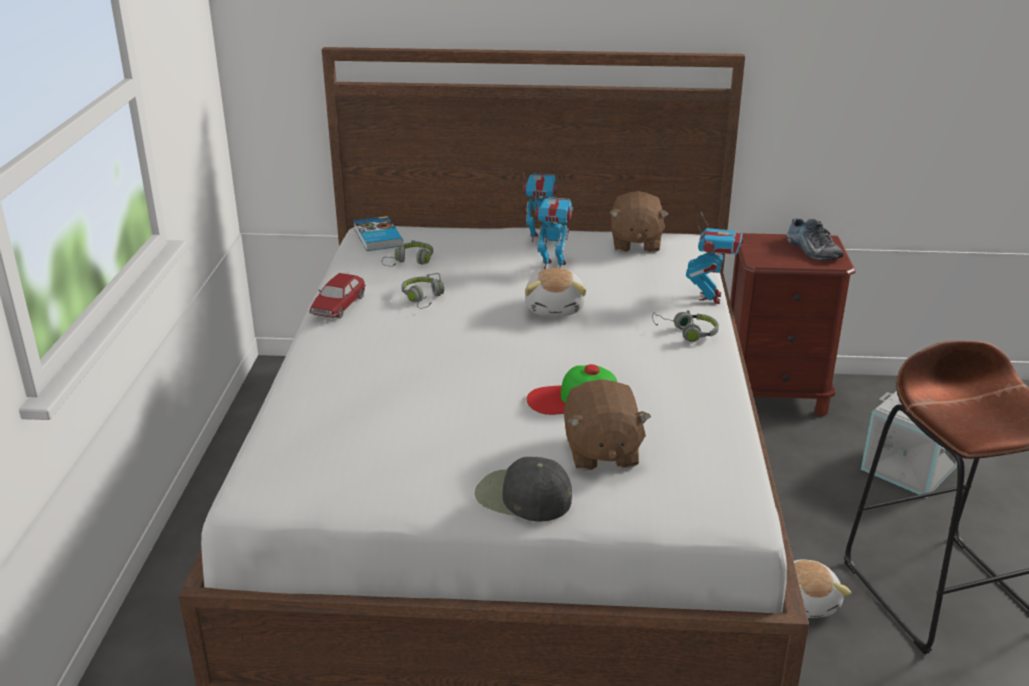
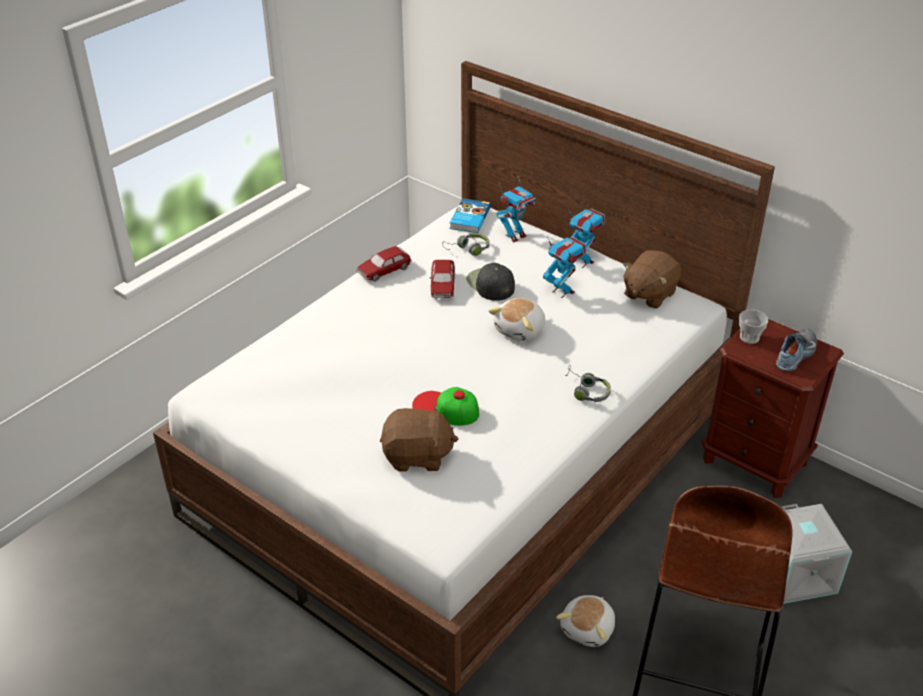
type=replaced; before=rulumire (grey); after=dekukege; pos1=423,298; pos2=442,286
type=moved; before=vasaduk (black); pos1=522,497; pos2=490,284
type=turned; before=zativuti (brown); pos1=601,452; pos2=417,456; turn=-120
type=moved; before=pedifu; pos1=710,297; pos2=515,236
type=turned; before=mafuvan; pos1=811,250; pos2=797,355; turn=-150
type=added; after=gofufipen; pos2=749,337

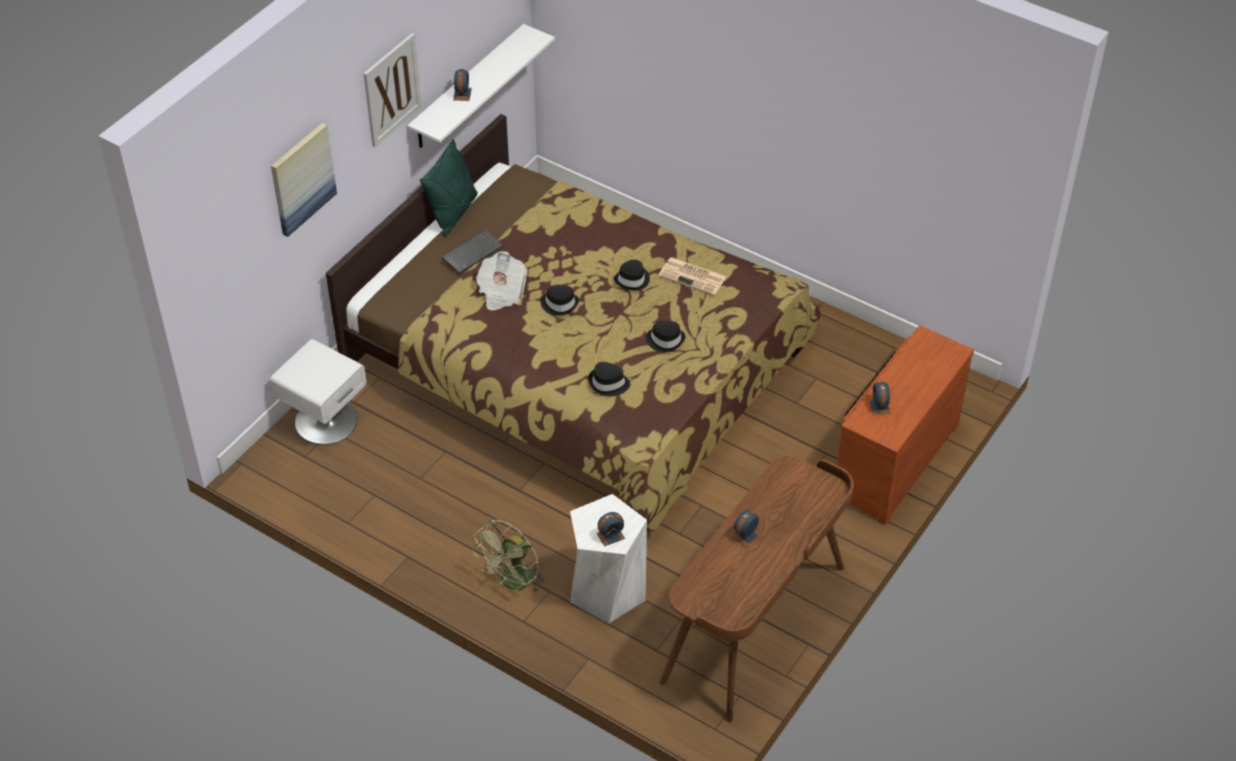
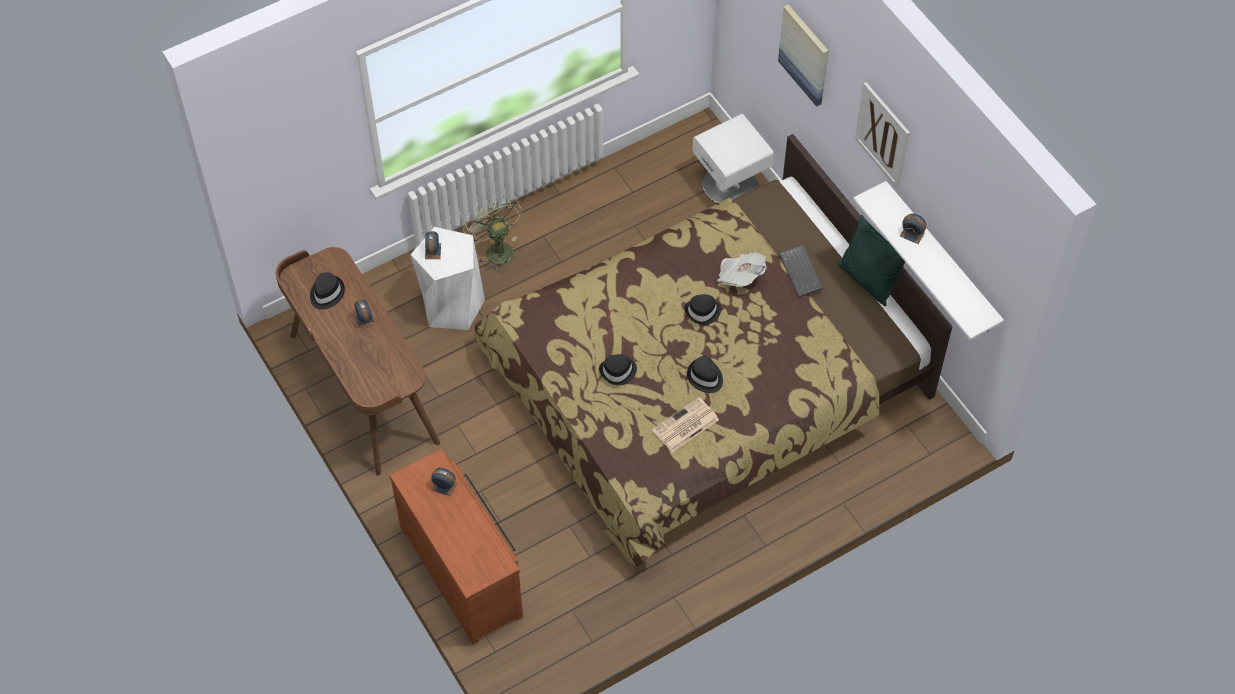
type=moved; before=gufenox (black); pos1=608,384; pos2=326,293

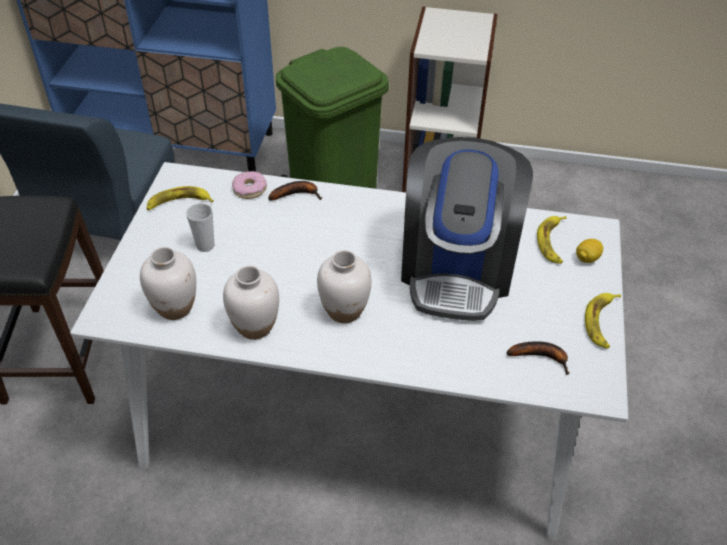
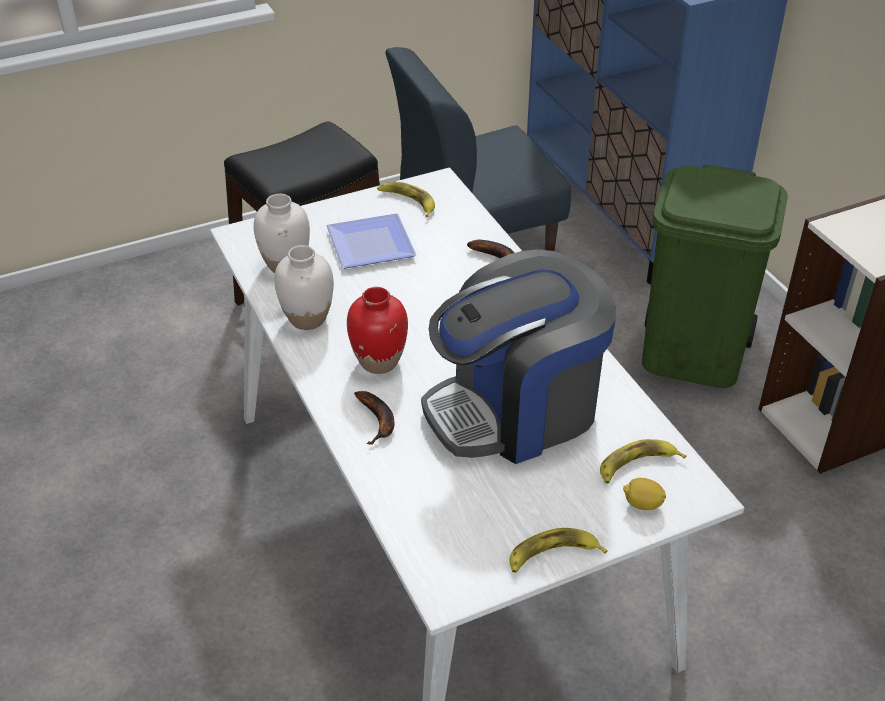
type=replaced; before=gofufipen; after=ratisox; pos1=205,246; pos2=372,242
type=removed; before=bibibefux; pos1=250,189
type=recoloured; before=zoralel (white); after=zoralel (red); pos1=344,311; pos2=379,361
type=moved; before=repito; pos1=541,357; pos2=378,421

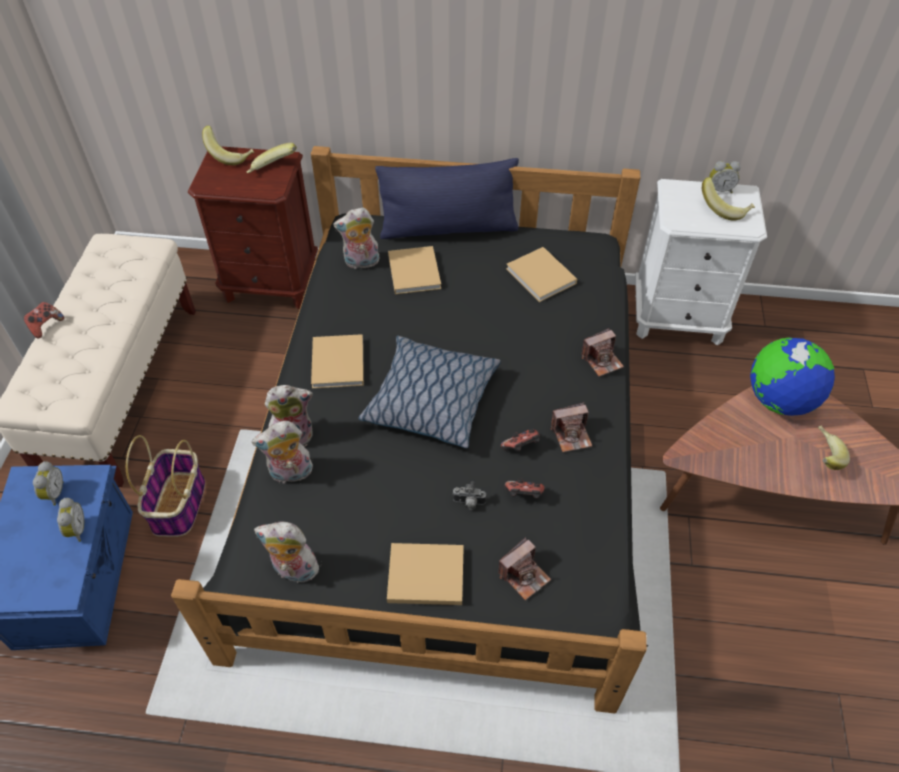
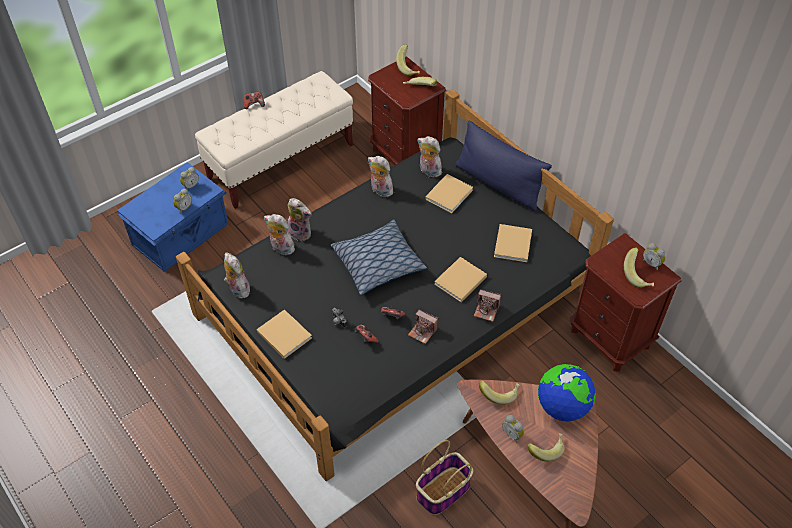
type=moved; before=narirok; pos1=179,505; pos2=443,492
type=moved; before=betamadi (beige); pos1=338,365; pos2=459,281
type=removed; before=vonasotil; pos1=524,575
type=recoloured; before=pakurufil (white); after=pakurufil (brown); pos1=678,318; pos2=609,338
type=added; after=zativuti; pos2=380,190
type=added; after=repito; pos2=499,393
type=added; after=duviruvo; pos2=512,434

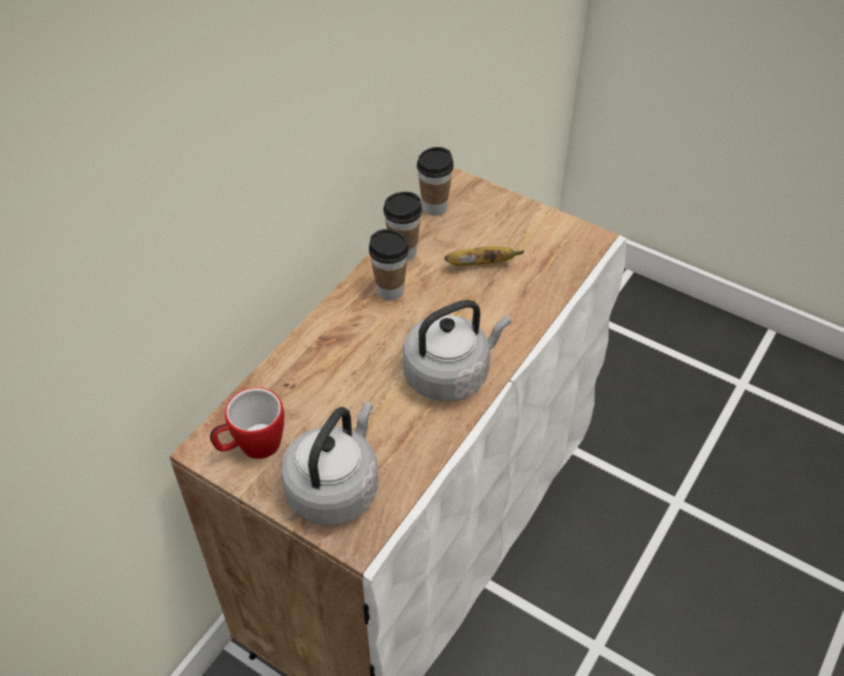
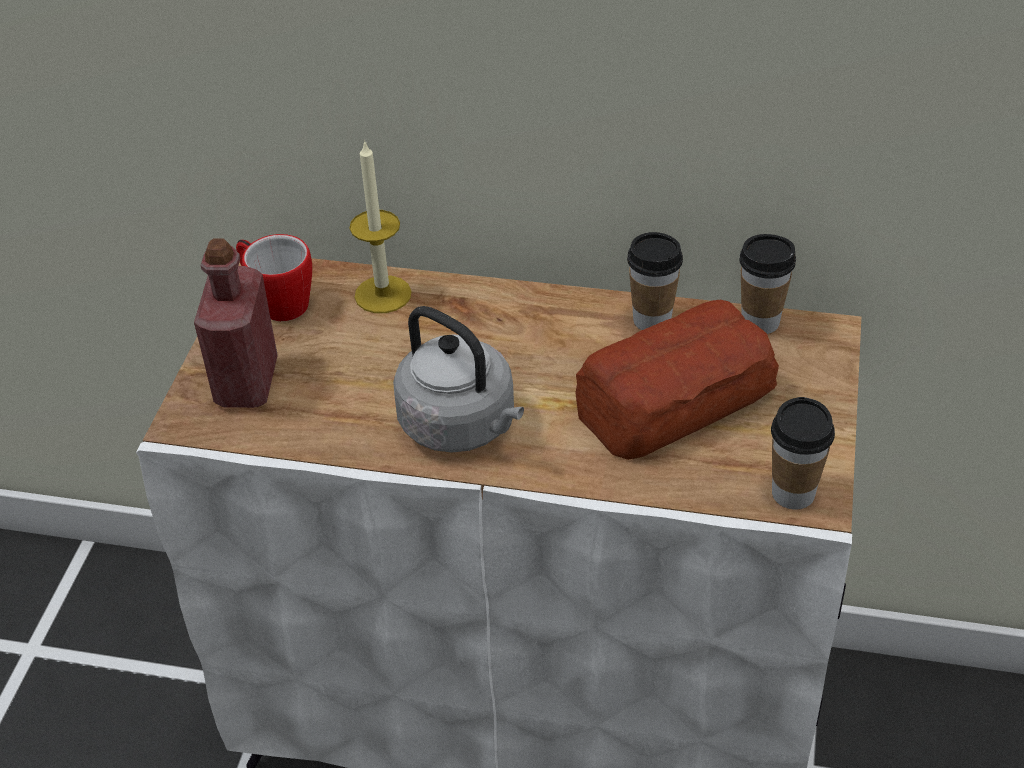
type=replaced; before=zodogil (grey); after=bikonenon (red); pos1=335,487; pos2=247,382
type=moved; before=gofufipen; pos1=390,290; pos2=793,493
type=replaced; before=repito; after=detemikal; pos1=481,264; pos2=678,399
type=added; after=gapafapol; pos2=383,294

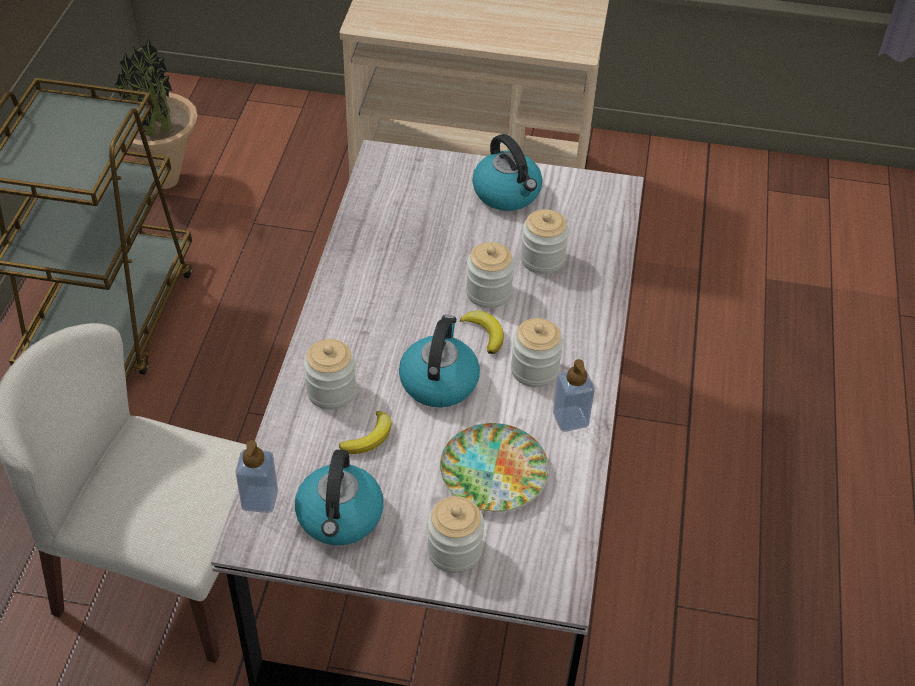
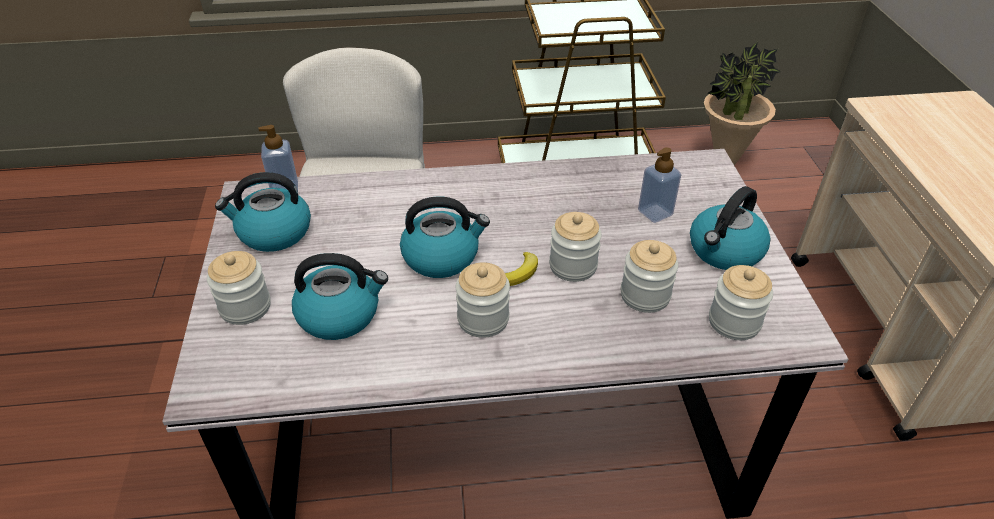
type=moved; before=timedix; pos1=331,391; pos2=734,322
type=removed; before=repito; pos1=369,437
type=replaced; before=ratisox; after=zodogil; pos1=492,473; pos2=340,314
type=moved; before=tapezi; pos1=570,419; pos2=655,212

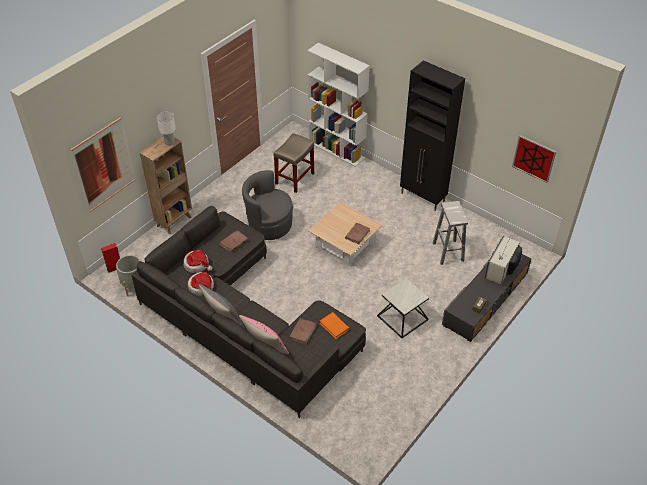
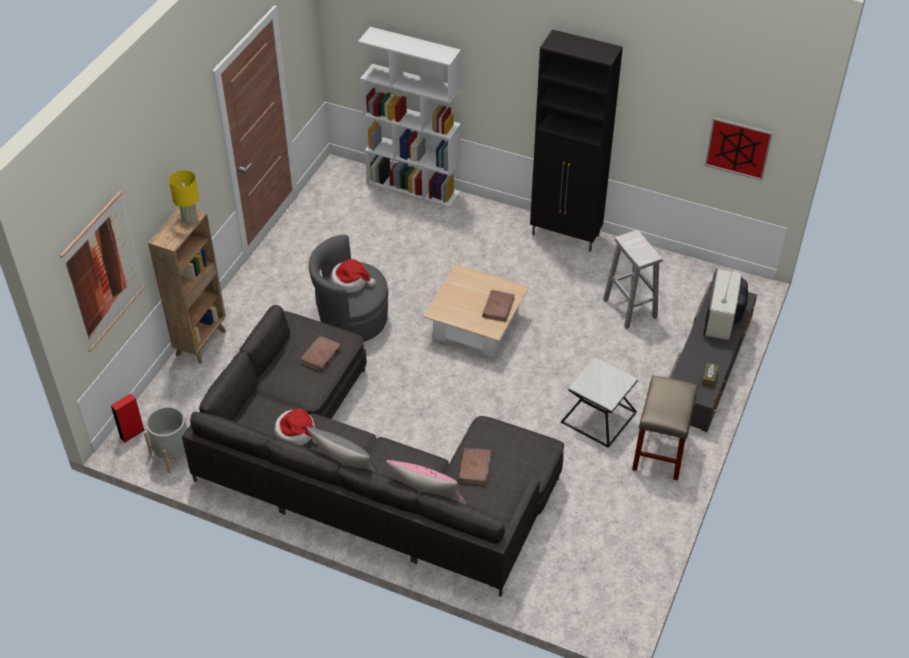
type=recoloured; before=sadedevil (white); after=sadedevil (yellow); pos1=169,142; pos2=190,218
type=moved; before=gufenox; pos1=197,265; pos2=350,281
type=moved; before=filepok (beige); pos1=295,178; pos2=660,450
type=removed; before=betamadi (orange); pos1=334,326

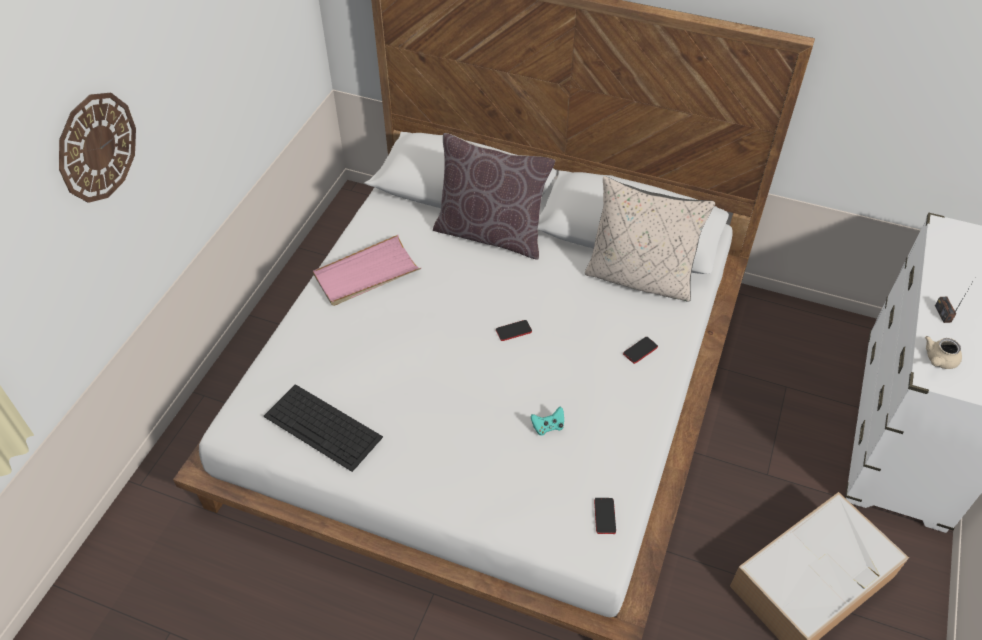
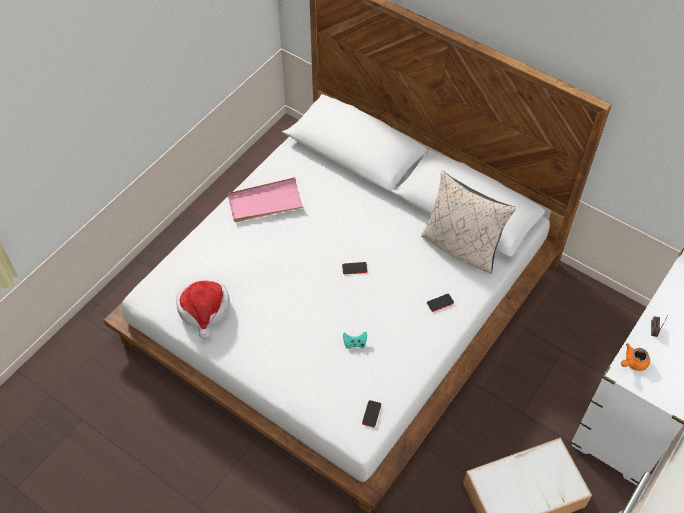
type=removed; before=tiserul; pos1=97,147
type=replaced; before=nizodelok; after=gufenox; pos1=324,427; pos2=204,309
type=removed; before=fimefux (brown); pos1=491,233
type=recoloured; before=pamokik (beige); after=pamokik (orange); pos1=938,360; pos2=633,362

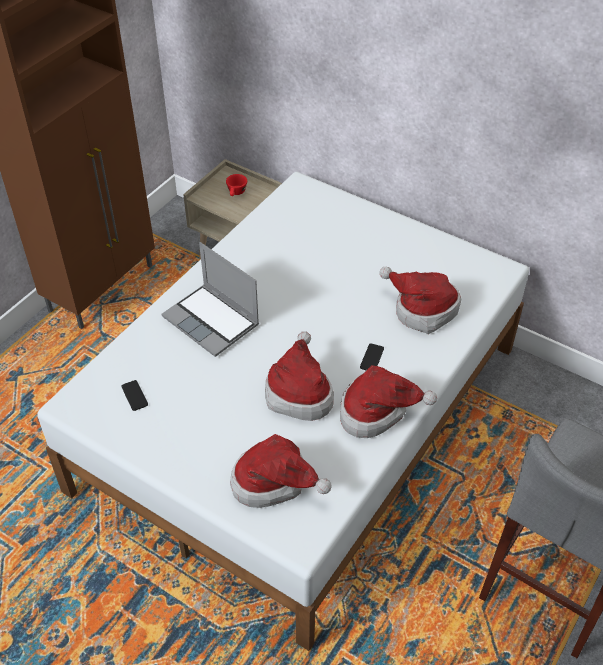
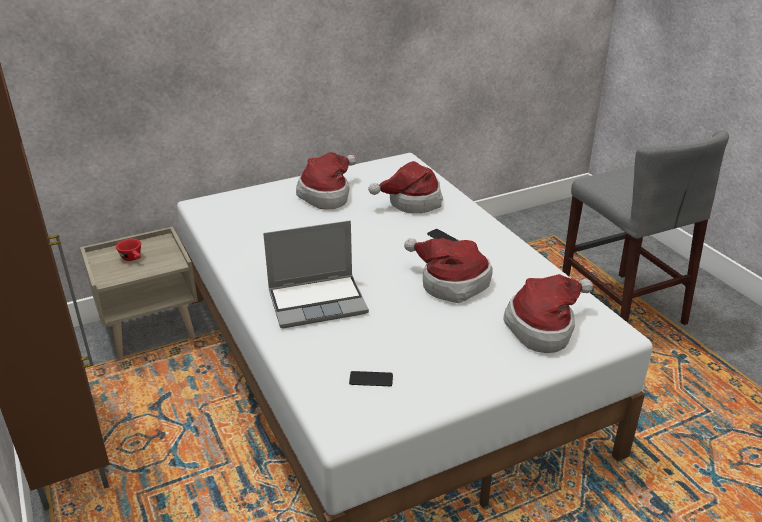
type=moved; before=gufenox; pos1=377,412; pos2=327,194

